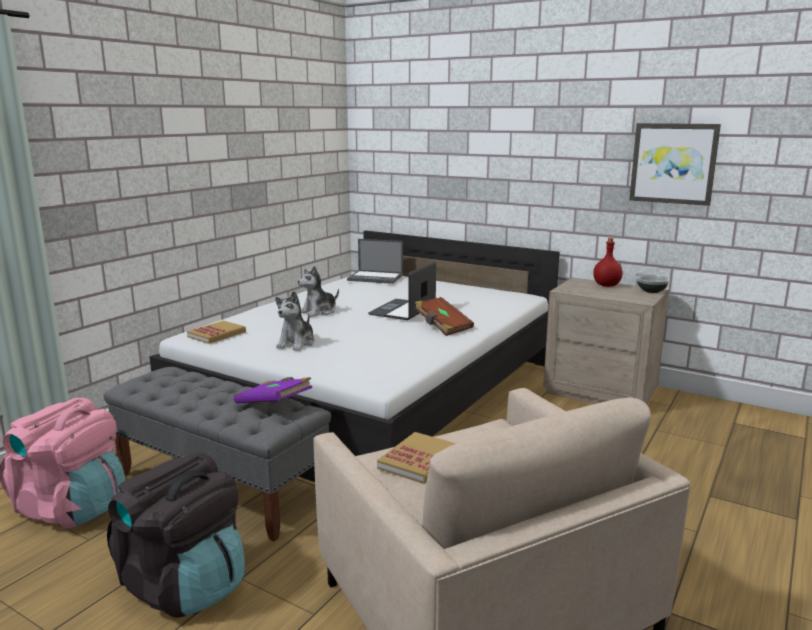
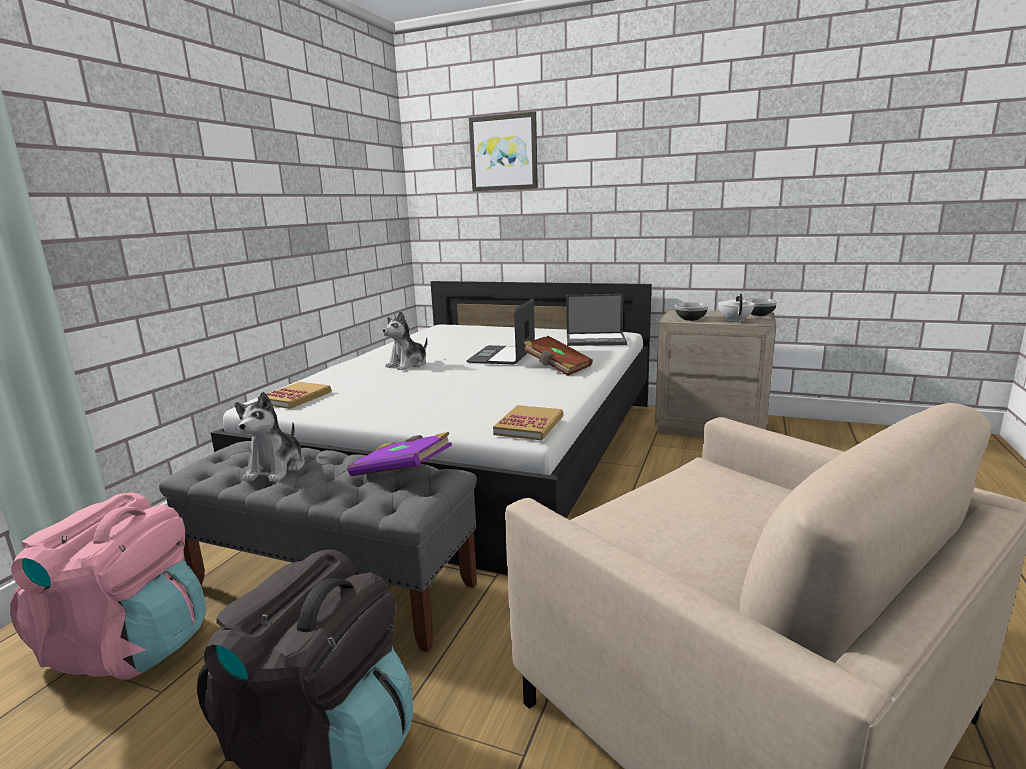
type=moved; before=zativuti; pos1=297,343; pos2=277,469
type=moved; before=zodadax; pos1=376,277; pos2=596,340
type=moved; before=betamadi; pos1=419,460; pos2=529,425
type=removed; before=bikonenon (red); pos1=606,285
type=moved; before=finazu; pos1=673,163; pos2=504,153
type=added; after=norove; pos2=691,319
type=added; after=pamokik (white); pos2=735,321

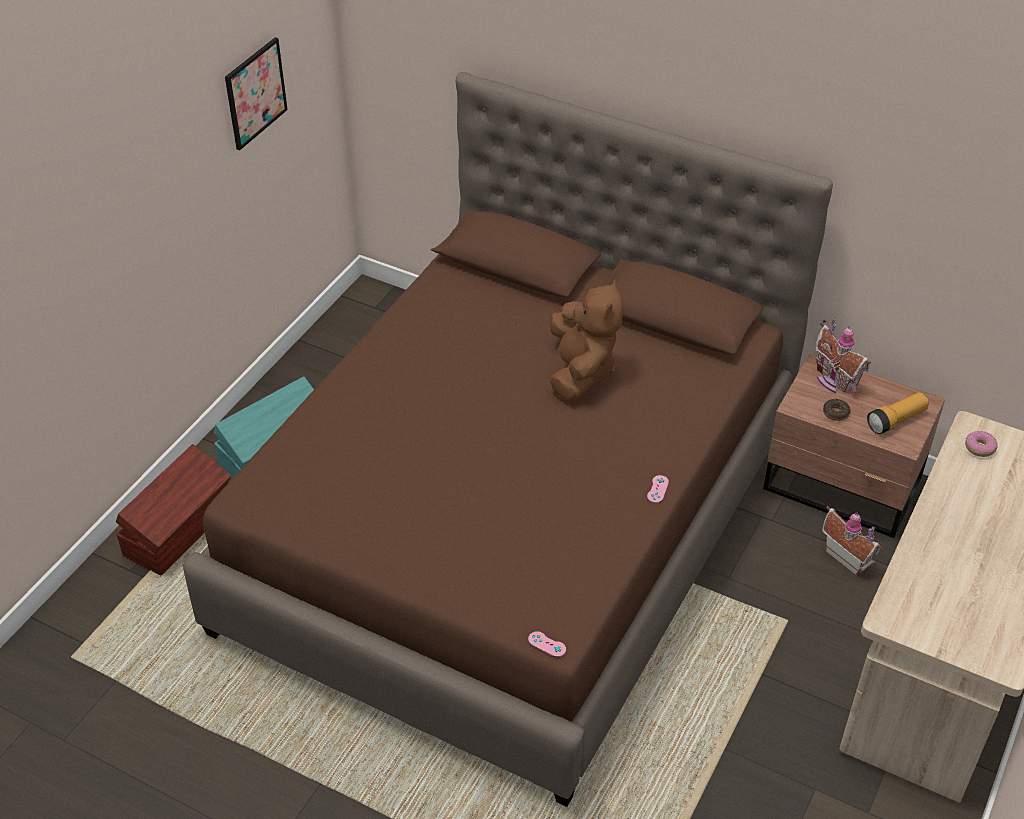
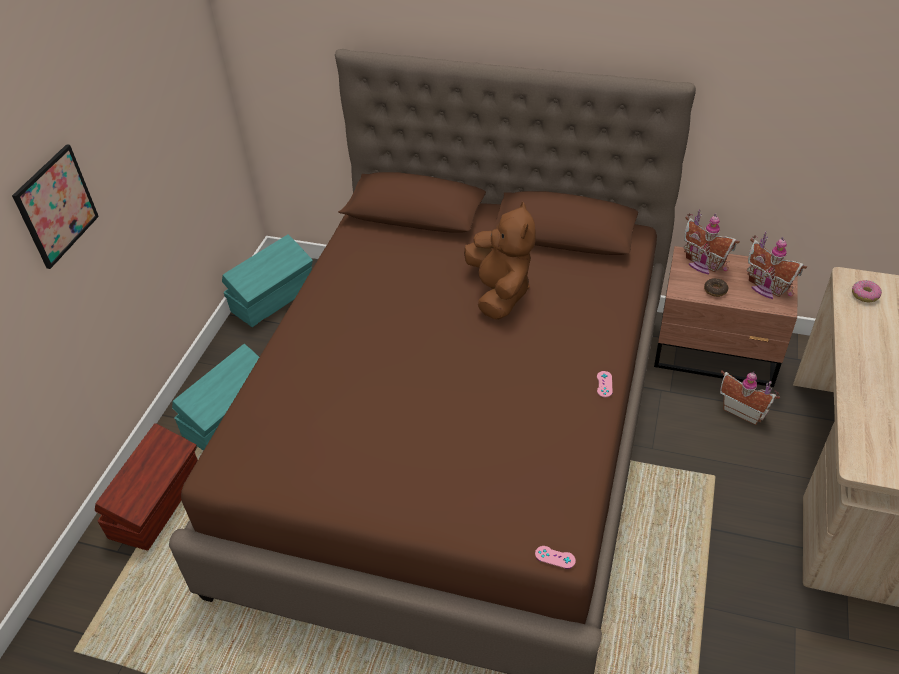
type=moved; before=finazu; pos1=255,93; pos2=56,206
type=replaced; before=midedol; after=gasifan; pos1=896,420; pos2=766,287
type=added; after=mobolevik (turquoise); pos2=274,298

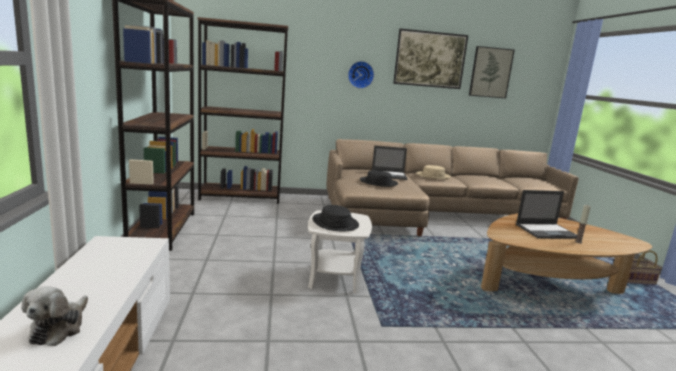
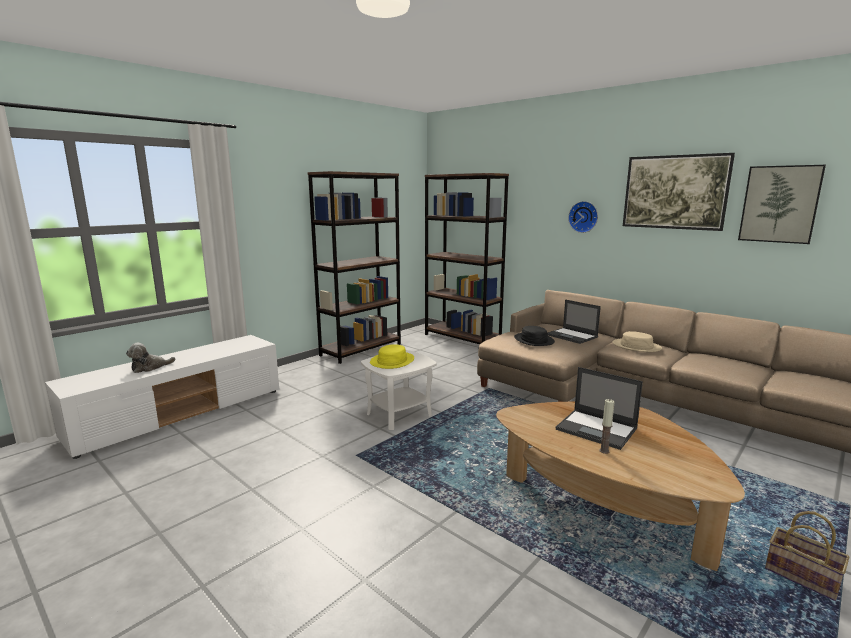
type=recoloured; before=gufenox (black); after=gufenox (yellow); pos1=335,223; pos2=392,361

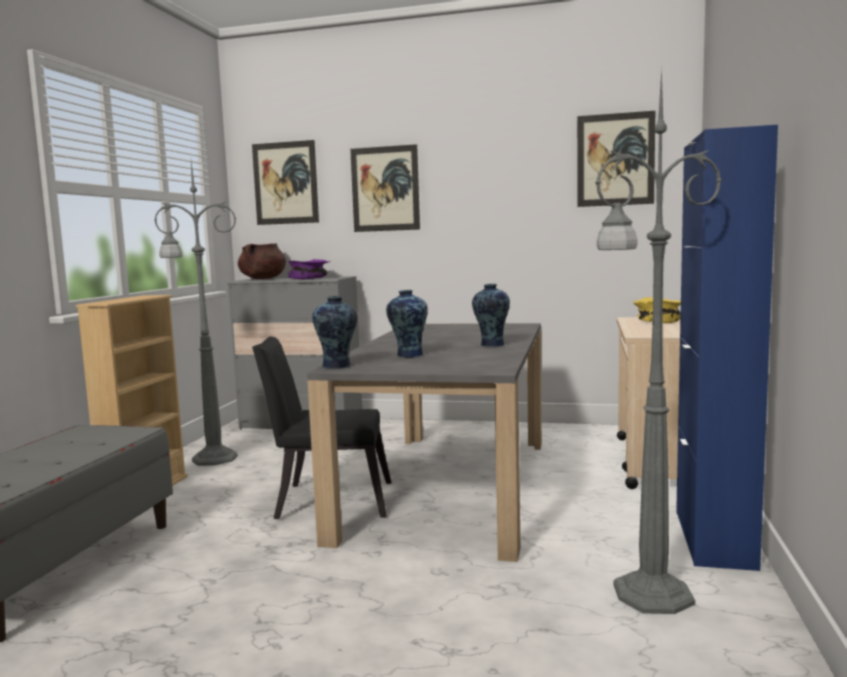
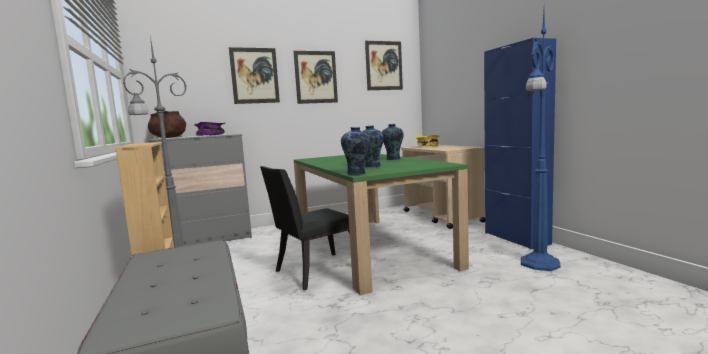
type=moved; before=finazu; pos1=285,183; pos2=316,77
type=recoloured; before=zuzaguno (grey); after=zuzaguno (green); pos1=449,485; pos2=368,247
type=recoloured; before=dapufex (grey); after=dapufex (blue); pos1=648,594; pos2=539,264

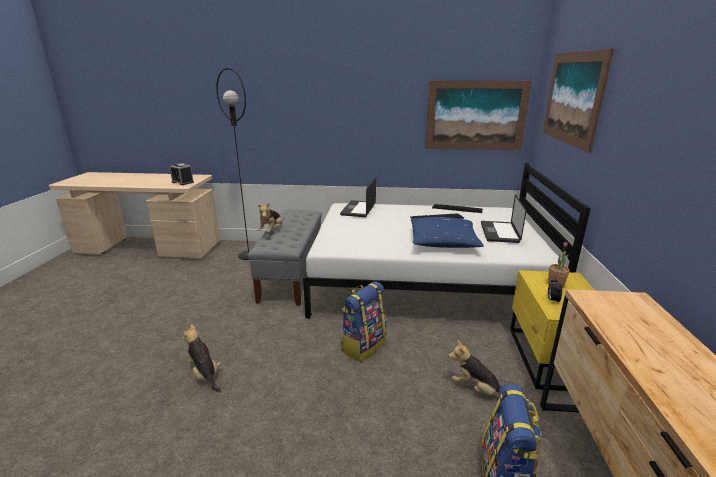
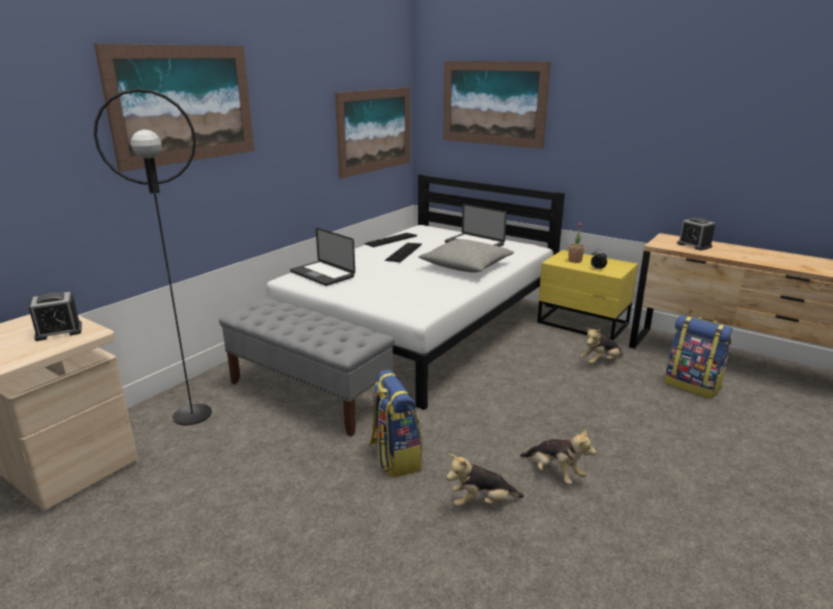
type=moved; before=zativuti; pos1=271,231; pos2=554,473
type=moved; before=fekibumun; pos1=363,345; pos2=394,458
type=recoloured; before=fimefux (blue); after=fimefux (grey); pos1=443,242; pos2=466,266
type=added; after=finazu; pos2=184,104
type=added; after=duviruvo; pos2=694,245

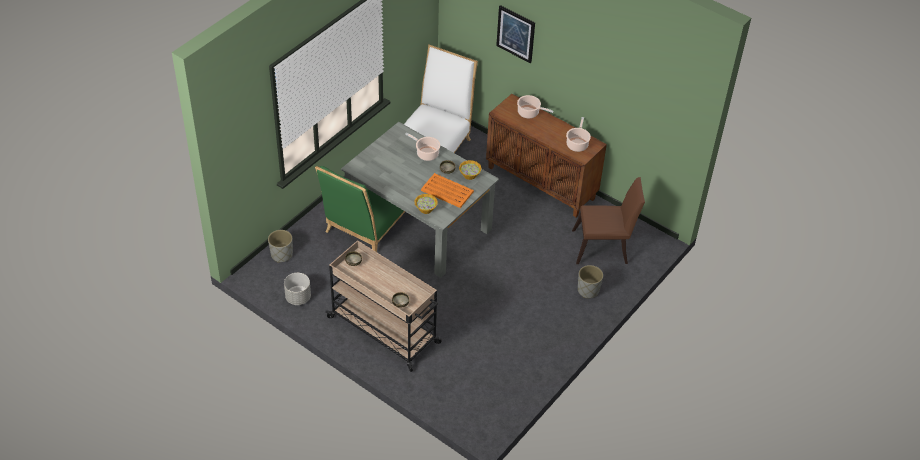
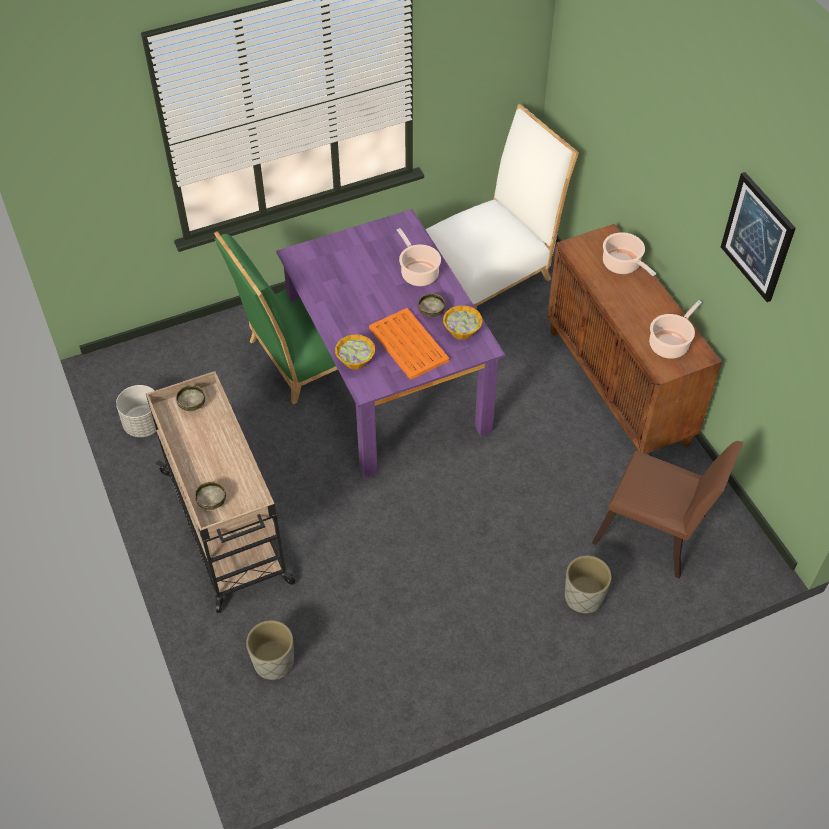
type=moved; before=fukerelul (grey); pos1=281,255; pos2=273,662
type=recoloured; before=zuzaguno (grey); after=zuzaguno (purple); pos1=420,224; pos2=390,381
type=moved; before=finazu; pos1=516,33; pos2=758,237

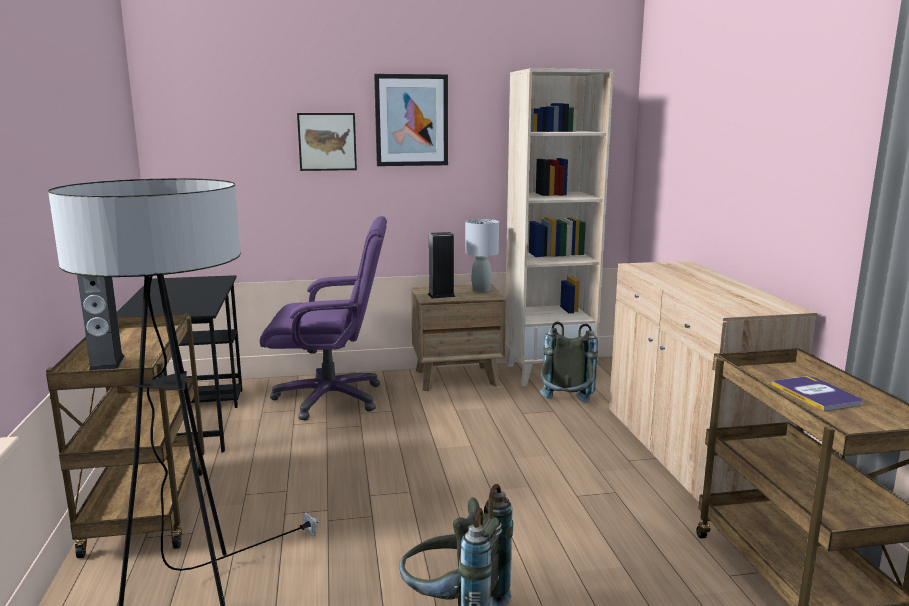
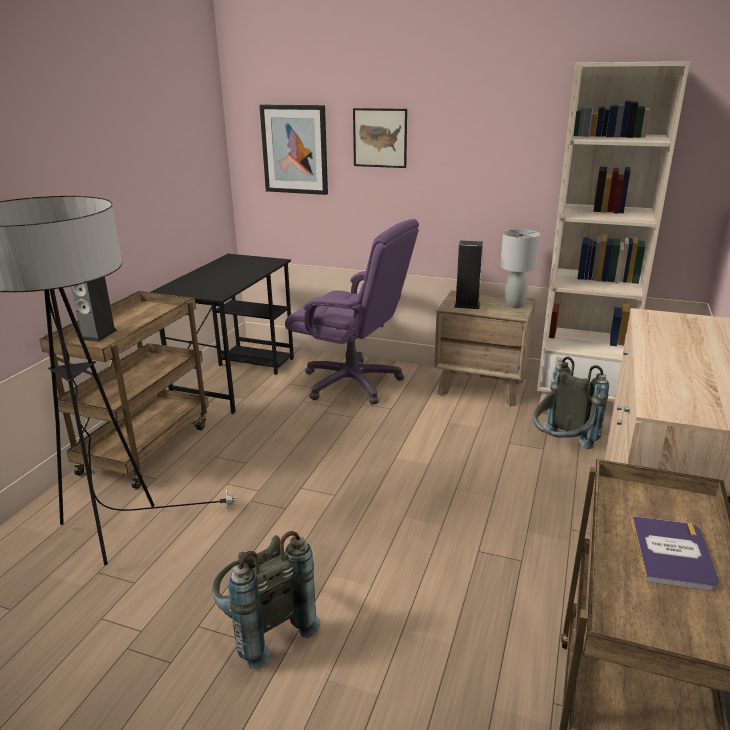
type=moved; before=finazu; pos1=411,120; pos2=295,149

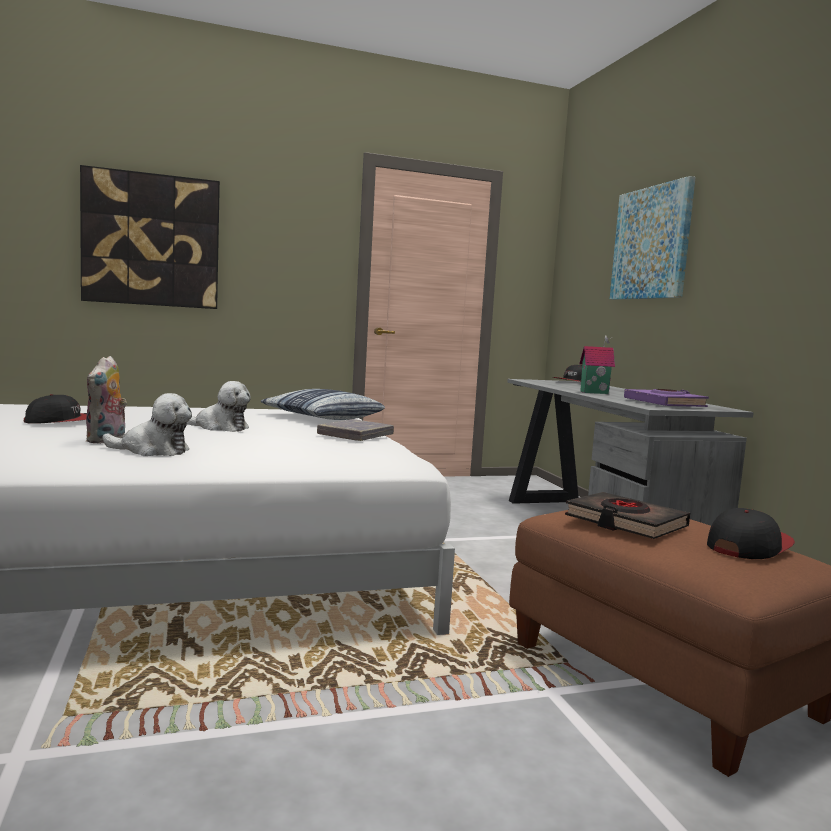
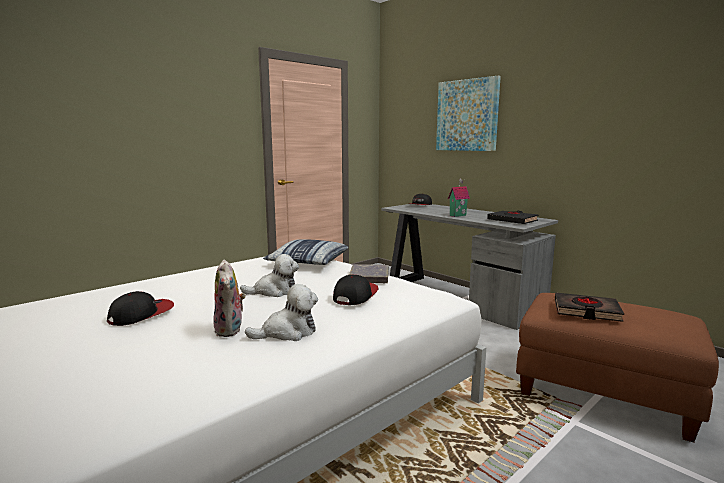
type=removed; before=finazu; pos1=151,240
type=recoloured; before=betamadi (purple); after=betamadi (black); pos1=664,404; pos2=512,220
type=moved; before=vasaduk; pos1=748,546; pos2=355,295

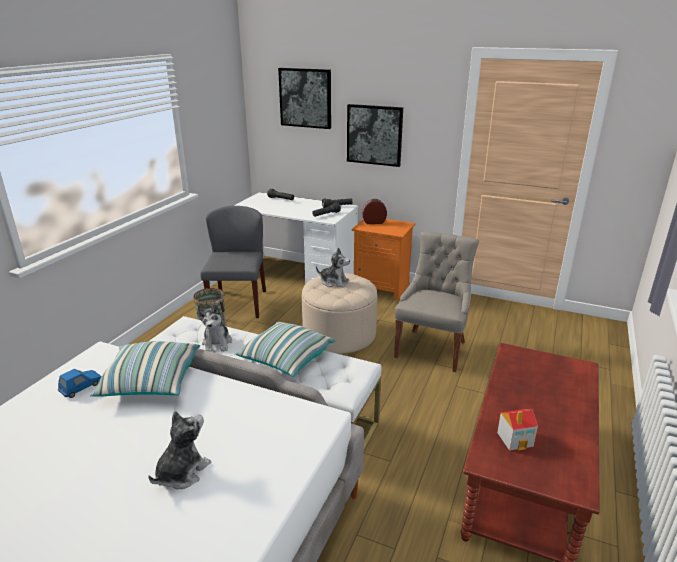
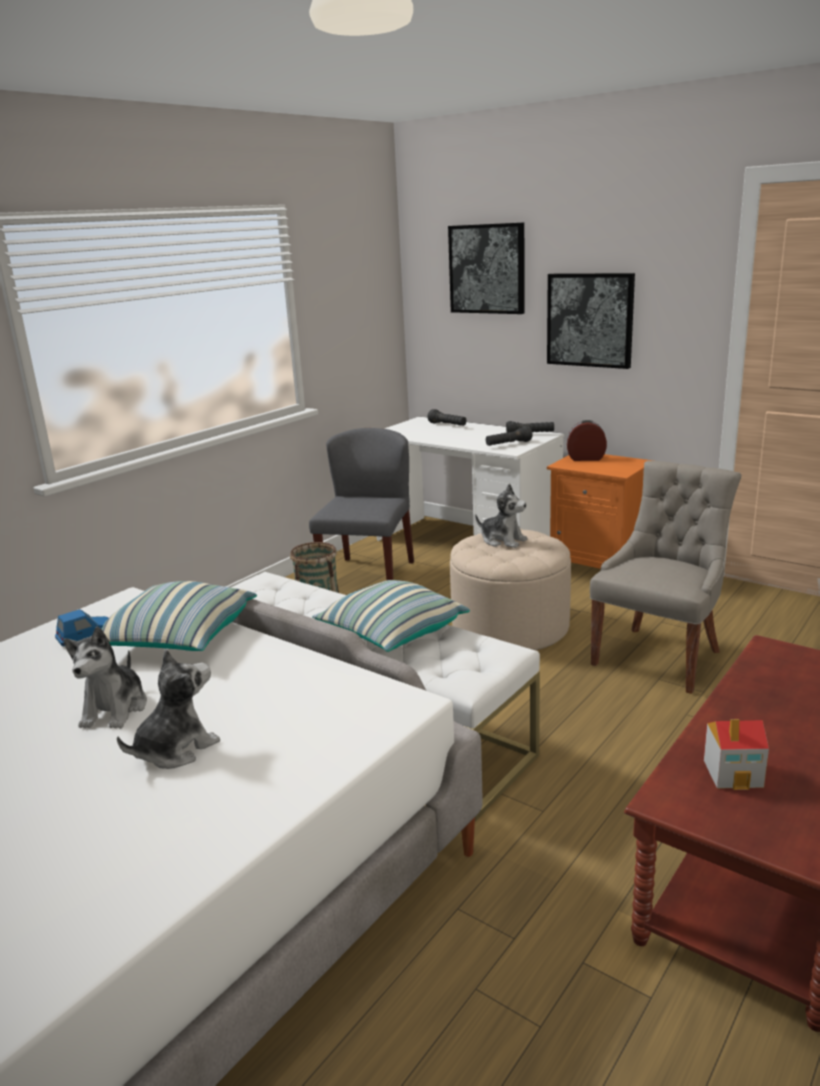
type=moved; before=zativuti; pos1=217,343; pos2=115,709

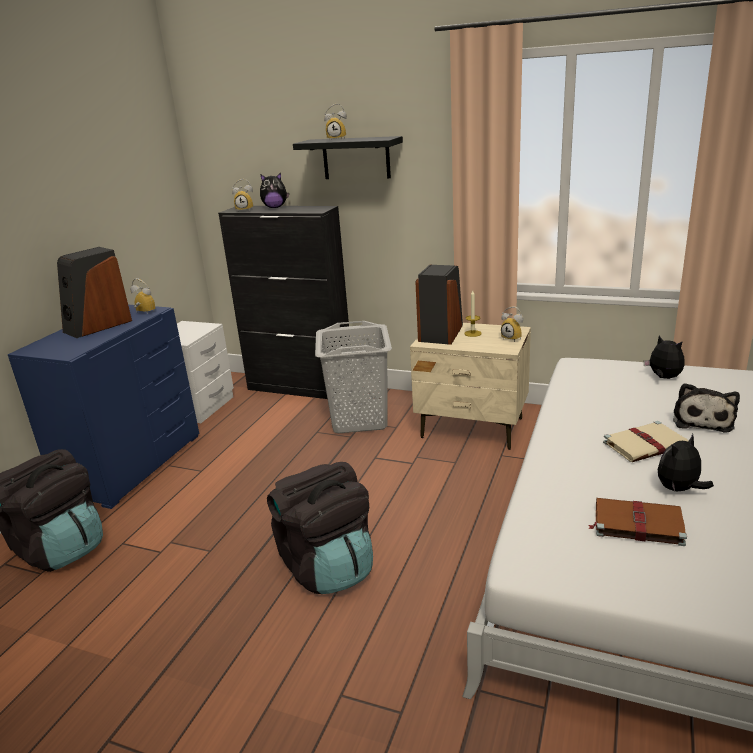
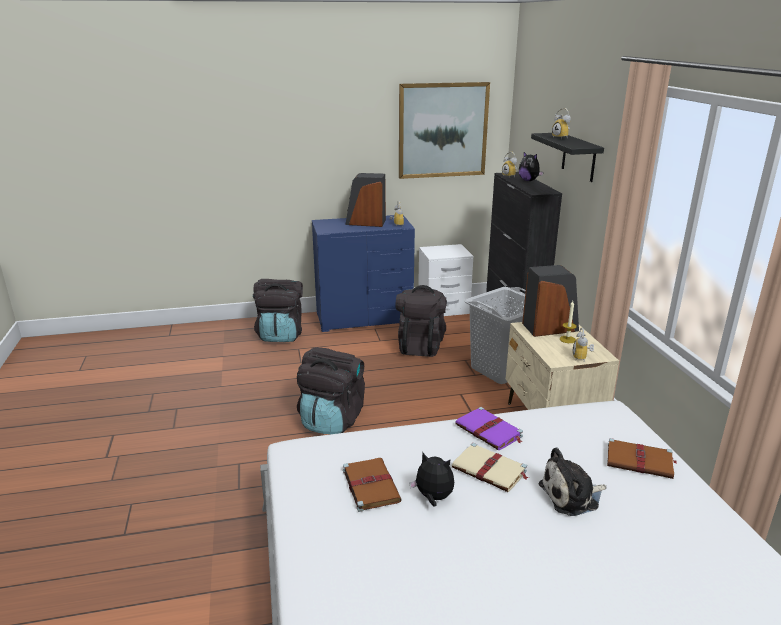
type=replaced; before=zativuti; after=betamadi (brown); pos1=663,378; pos2=640,461
type=added; after=fekibumun (black); pos2=420,345
type=added; after=finazu; pos2=442,130
type=added; after=betamadi (purple); pos2=489,431

